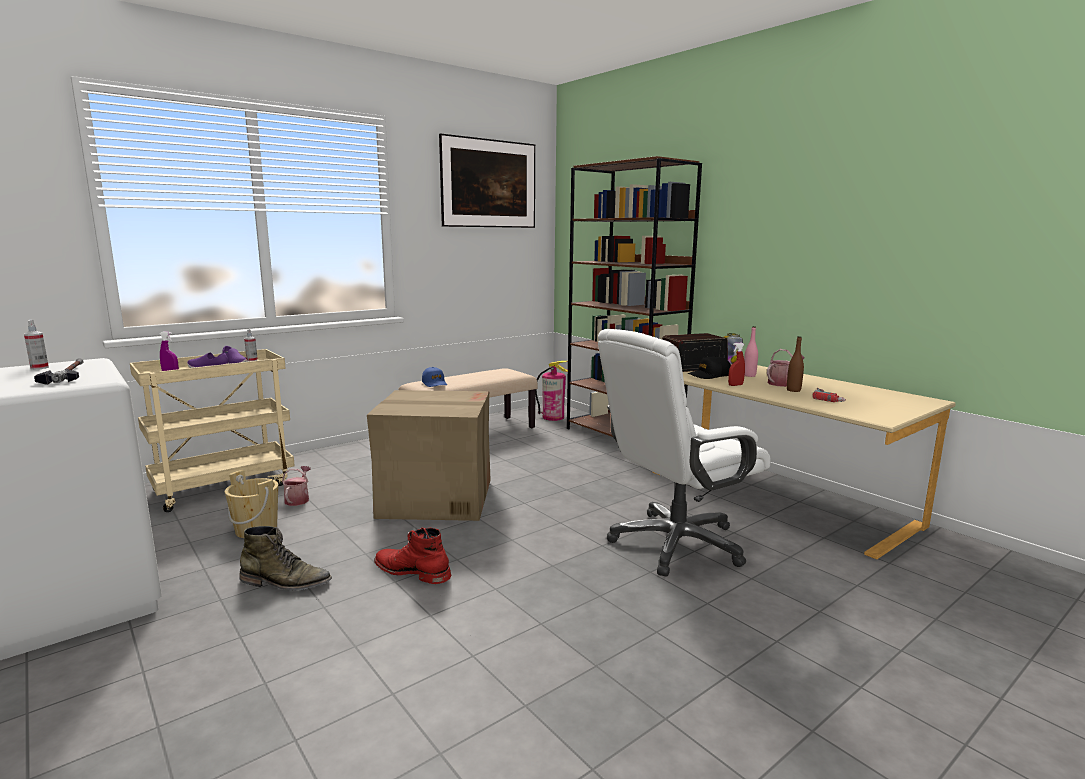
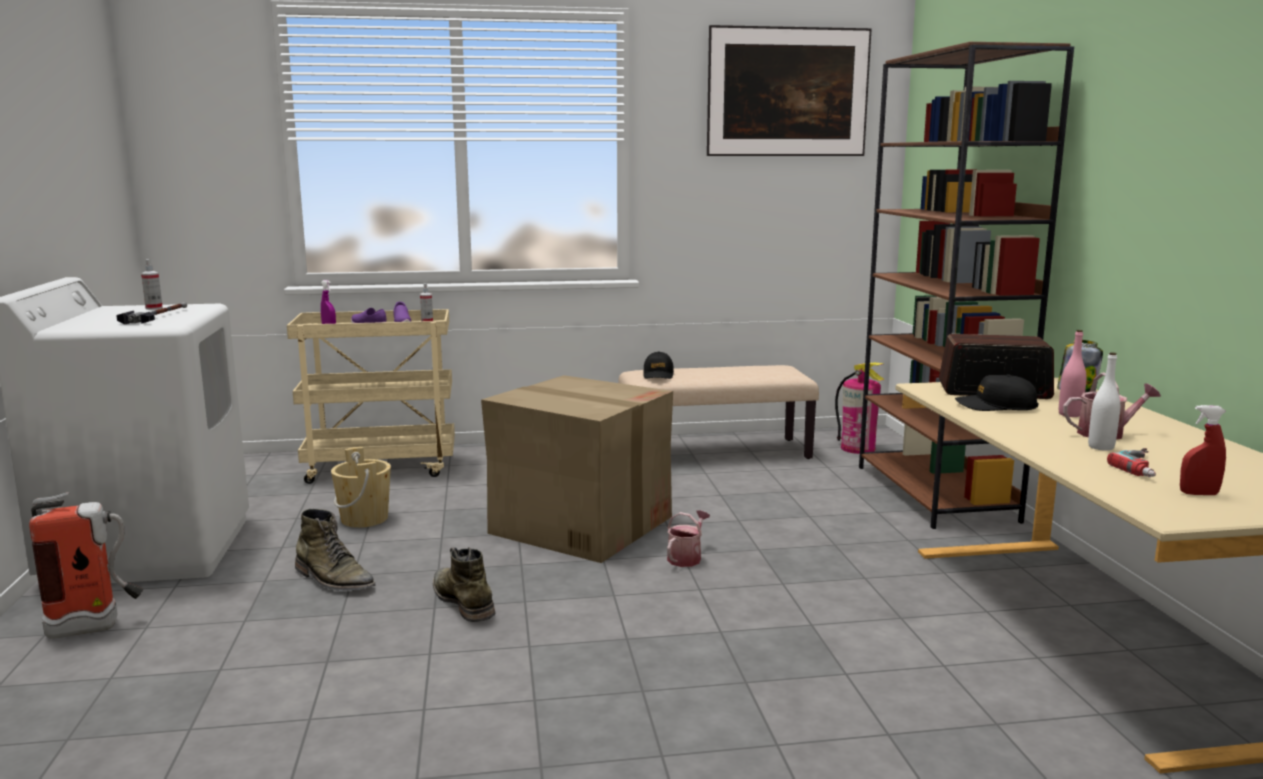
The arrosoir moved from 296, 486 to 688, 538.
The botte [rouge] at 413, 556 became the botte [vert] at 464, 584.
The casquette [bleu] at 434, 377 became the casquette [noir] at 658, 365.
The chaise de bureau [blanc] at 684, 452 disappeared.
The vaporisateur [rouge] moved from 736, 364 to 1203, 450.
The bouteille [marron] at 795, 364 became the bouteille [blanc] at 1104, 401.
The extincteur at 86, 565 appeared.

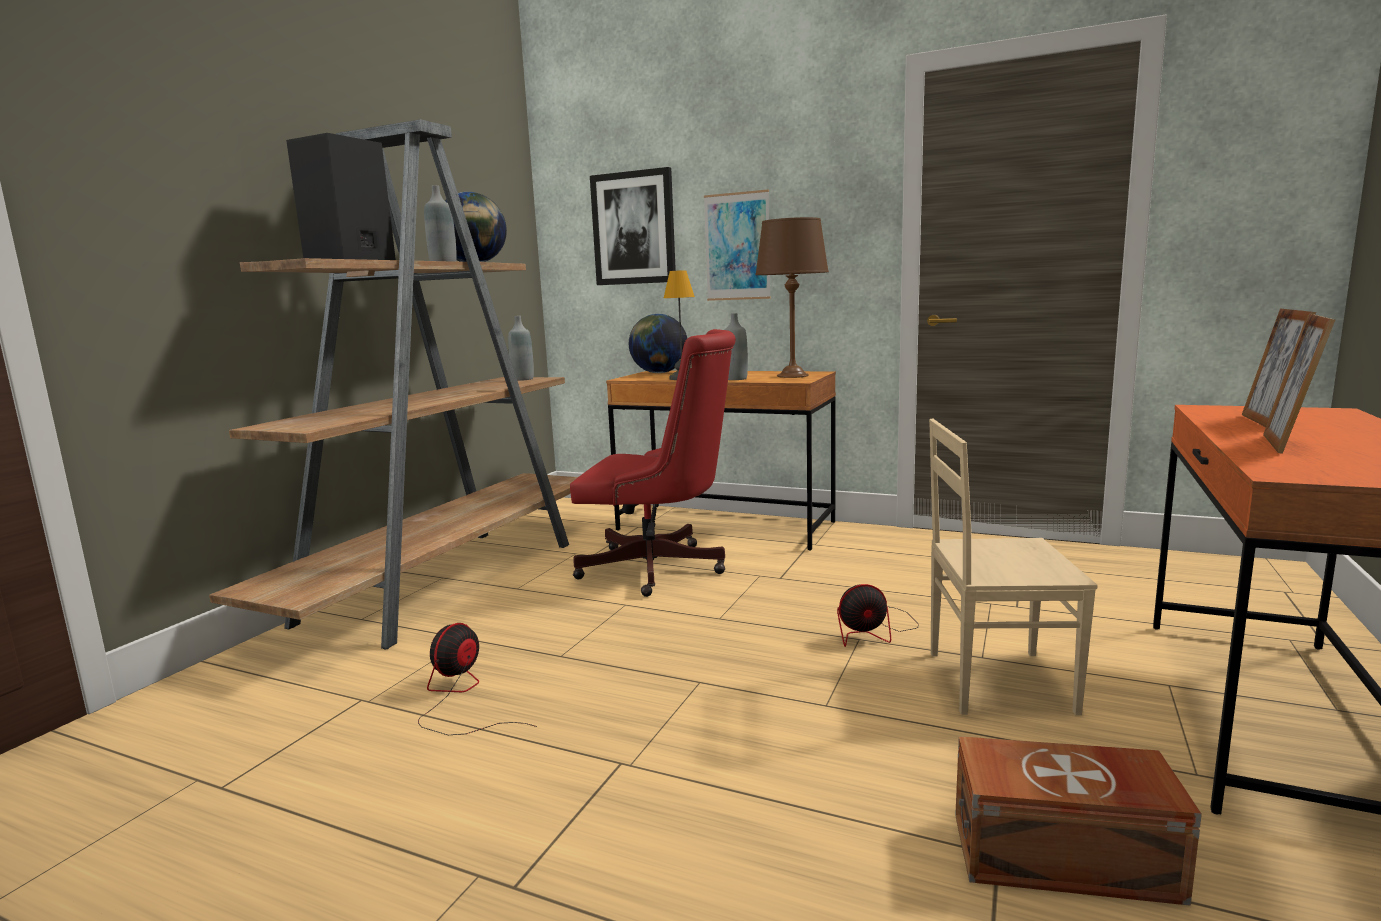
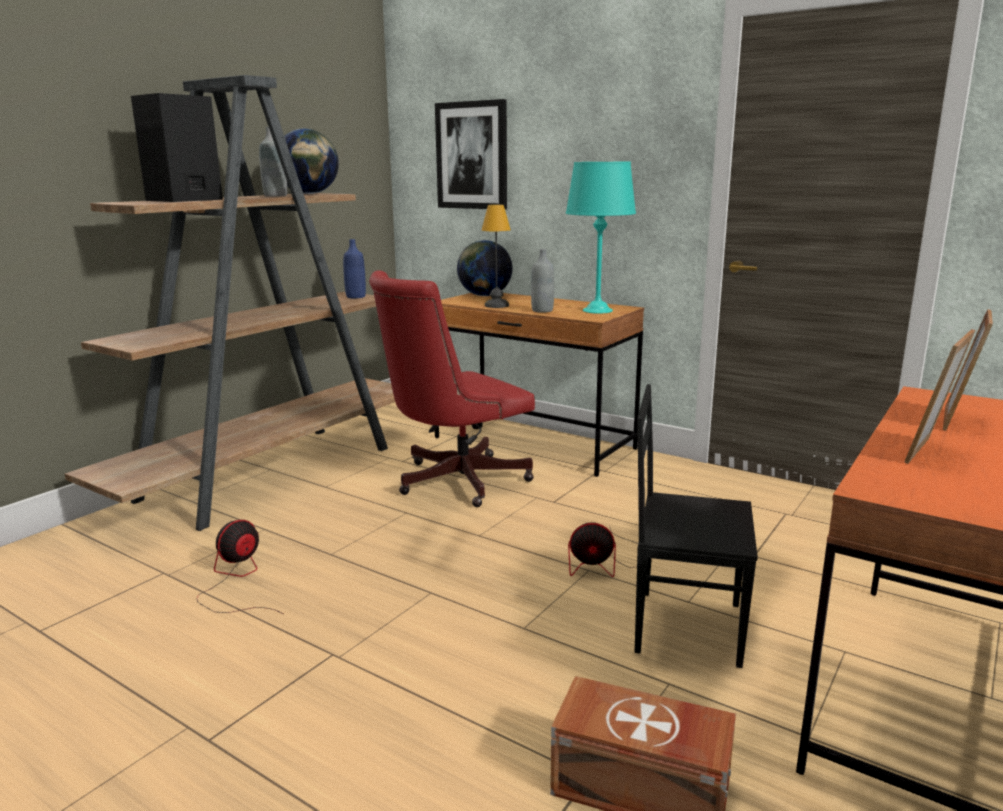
The bouteille [gris] at 521, 348 became the bouteille [bleu] at 354, 268.
The chaise de bureau [rouge] at 653, 463 turned 120 degrees clockwise.
The tableau at 737, 245 disappeared.
The lampe de table [marron] at 792, 297 became the lampe de table [turquoise] at 601, 238.
The chaise [beige] at 1013, 567 became the chaise [noir] at 696, 526.

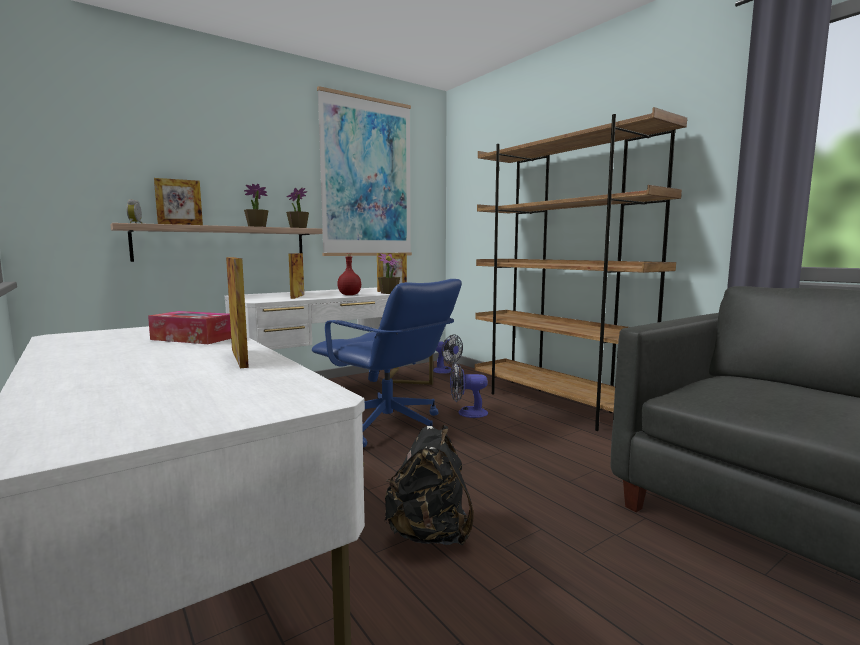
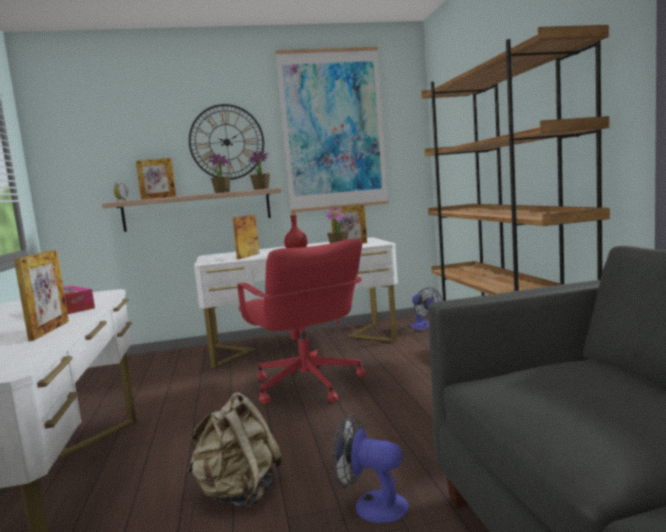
The chaise de bureau [bleu] at 387, 363 became the chaise de bureau [rouge] at 301, 321.
The sac à dos [noir] at 429, 485 became the sac à dos [beige] at 234, 450.
The ventilateur moved from 469, 390 to 370, 469.
The horloge murale at 226, 142 appeared.

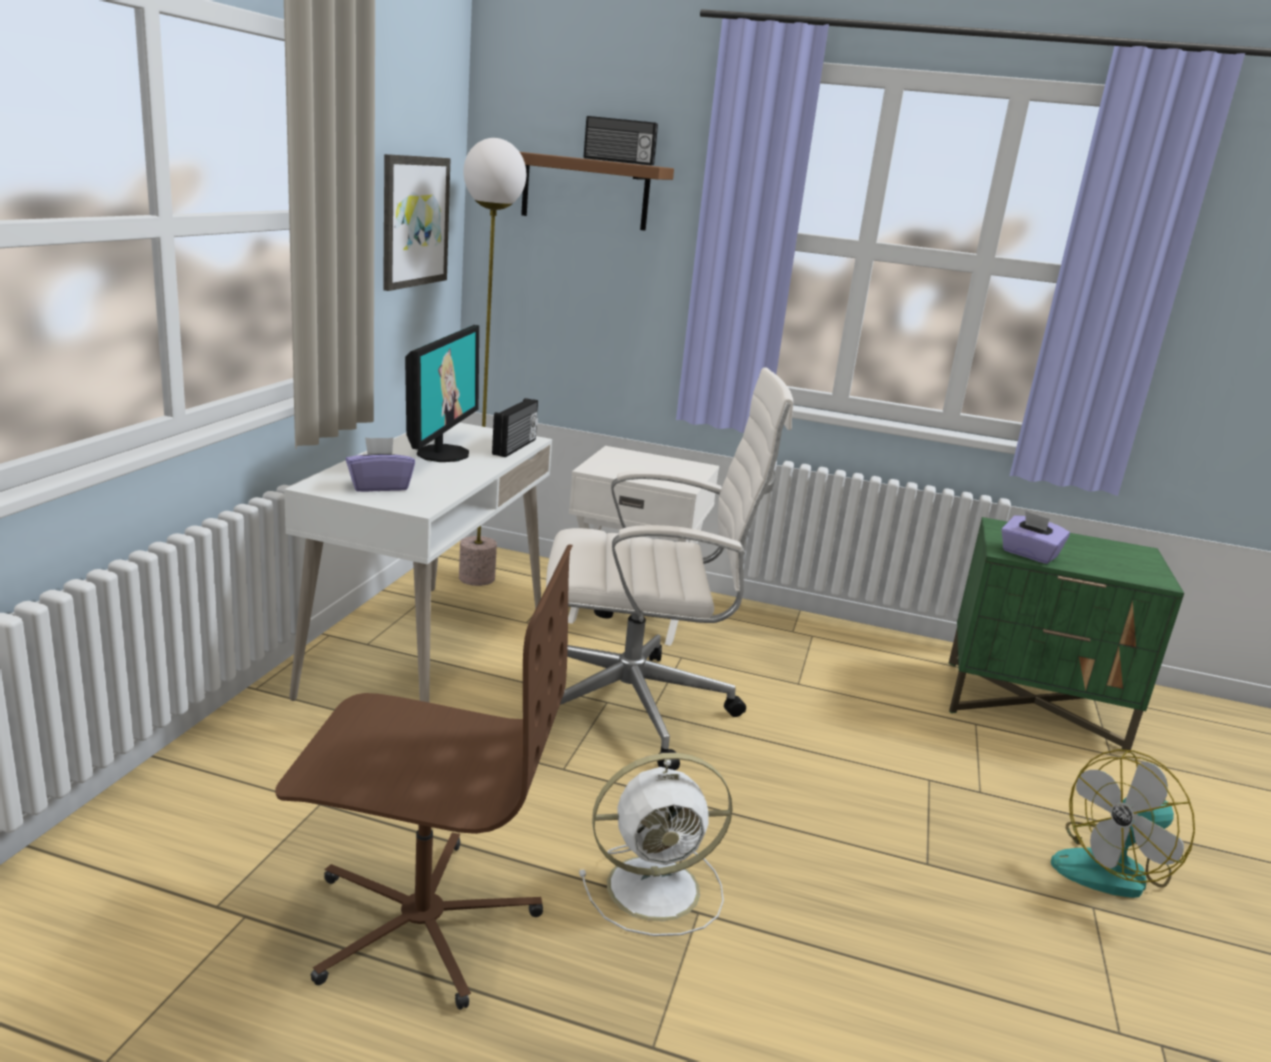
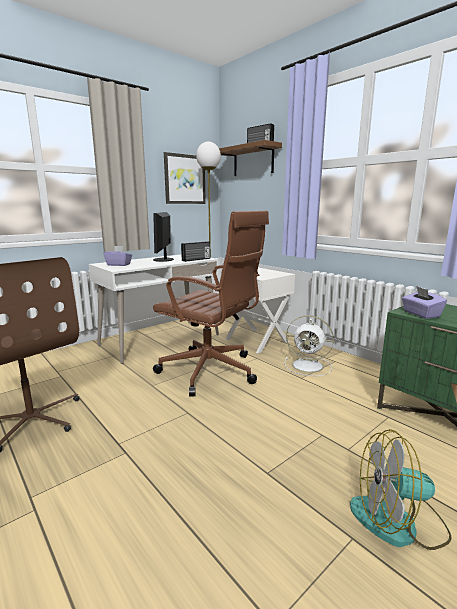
The écran d'ordinateur at 442, 393 turned 135 degrees clockwise.
The chaise de bureau [blanc] at 669, 568 became the chaise de bureau [marron] at 211, 304.
The ventilateur [blanc] moved from 656, 844 to 309, 345.

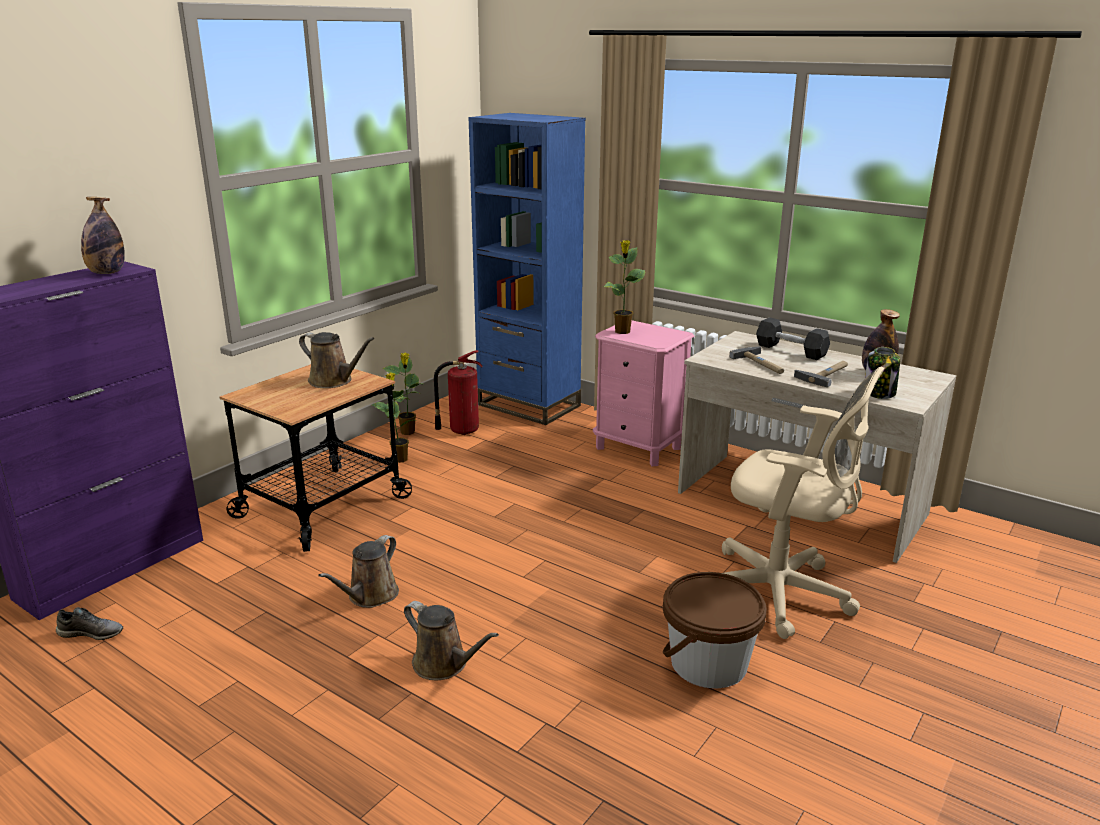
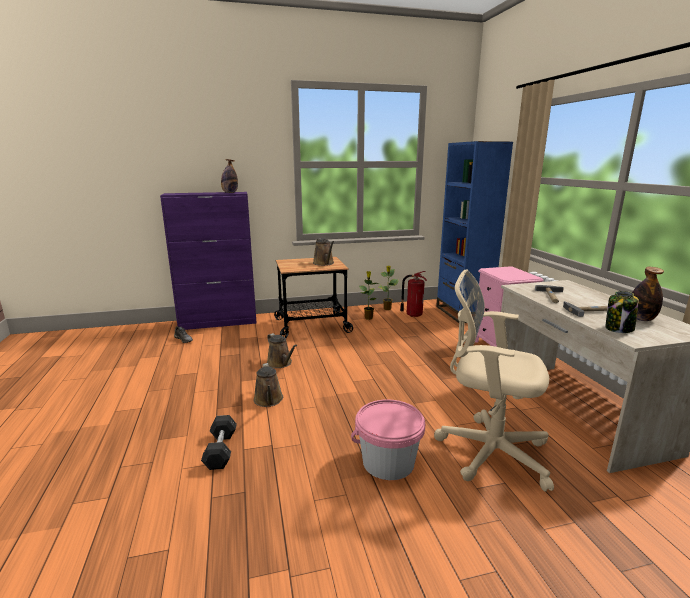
The arrosoir [marron] at 358, 571 turned 105 degrees counterclockwise.
The plante en pot at 624, 287 disappeared.
The seau [marron] at 715, 630 became the seau [rose] at 388, 439.
The chaise de bureau [beige] at 803, 502 turned 135 degrees clockwise.
The haltère [gris] moved from 793, 338 to 219, 442.

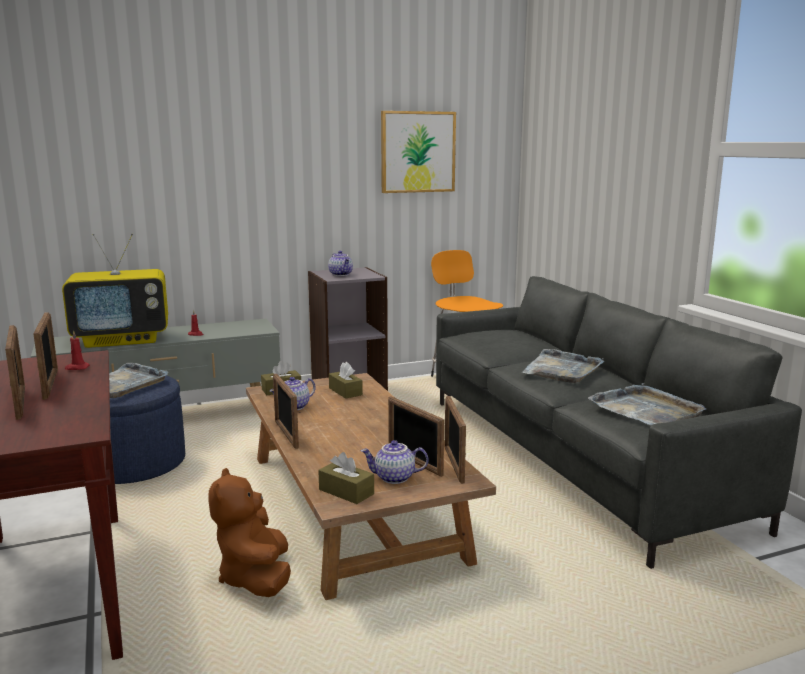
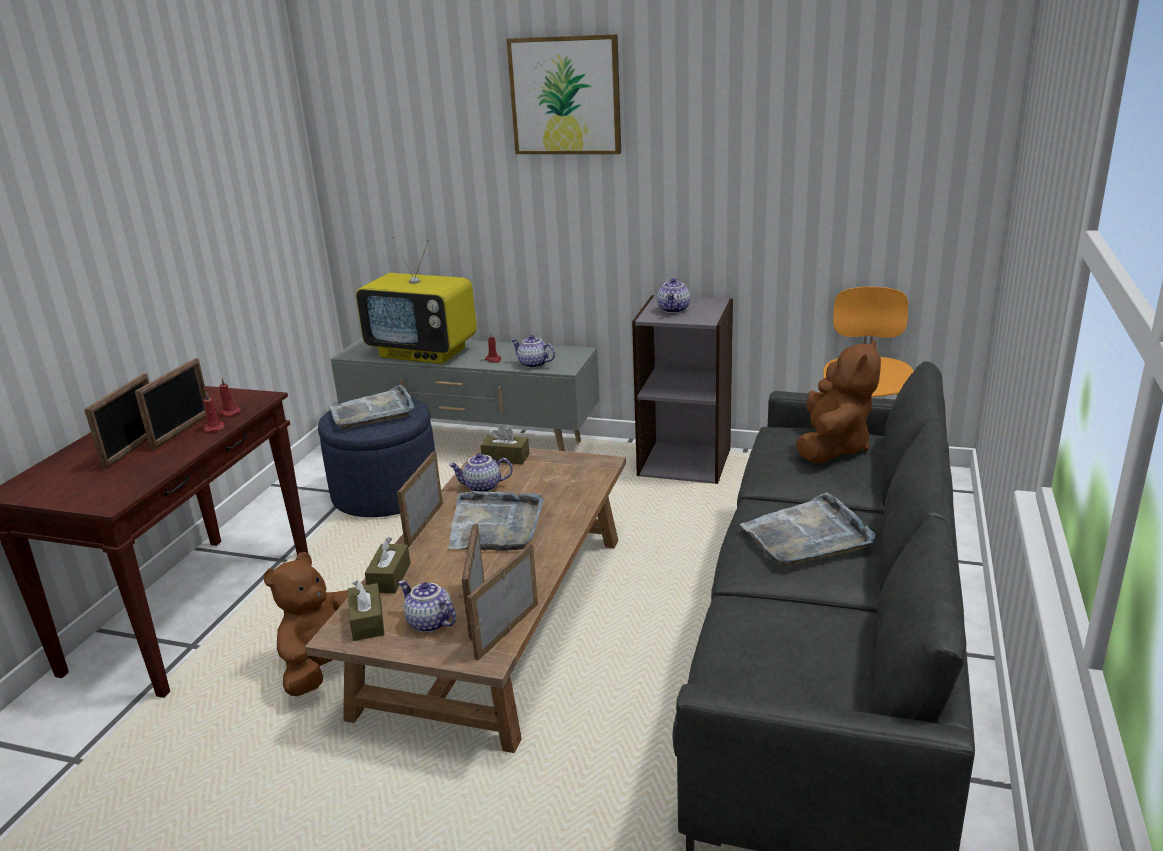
The boîte à mouchoirs [marron] moved from 346, 380 to 388, 565.
The tableau moved from 418, 152 to 564, 94.
The plateau [gris] moved from 647, 404 to 496, 521.
The bougie [rouge] at 214, 412 appeared.
The théière at 533, 351 appeared.
The peluche [marron] at 838, 401 appeared.

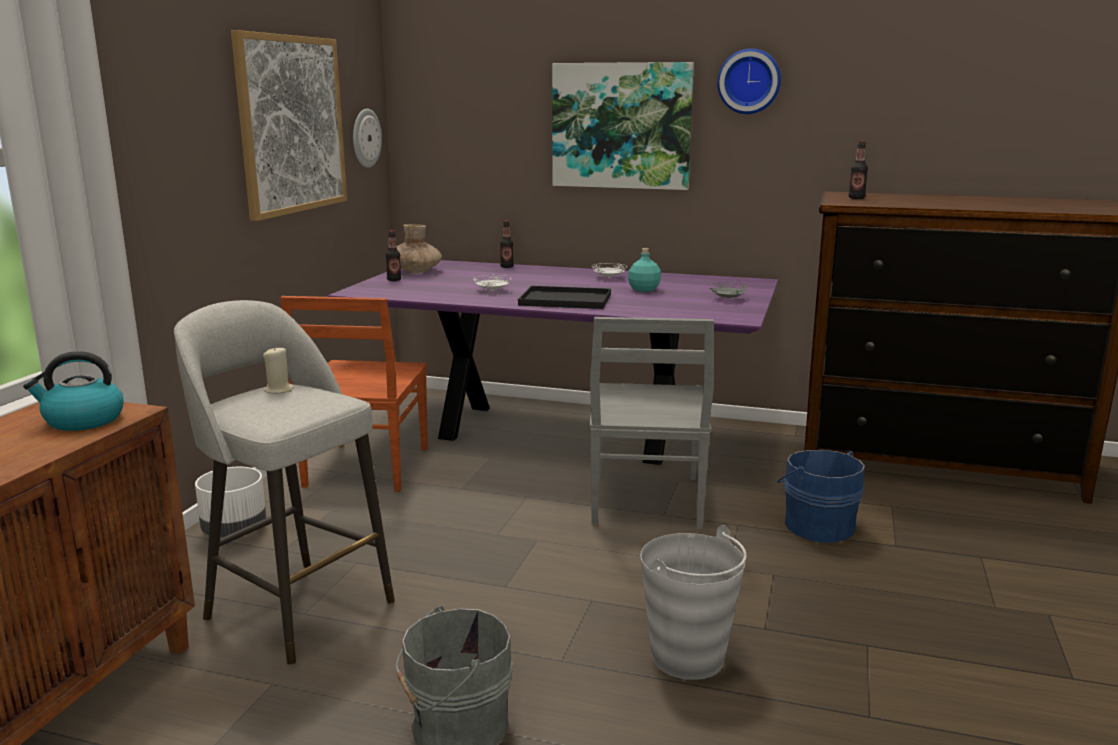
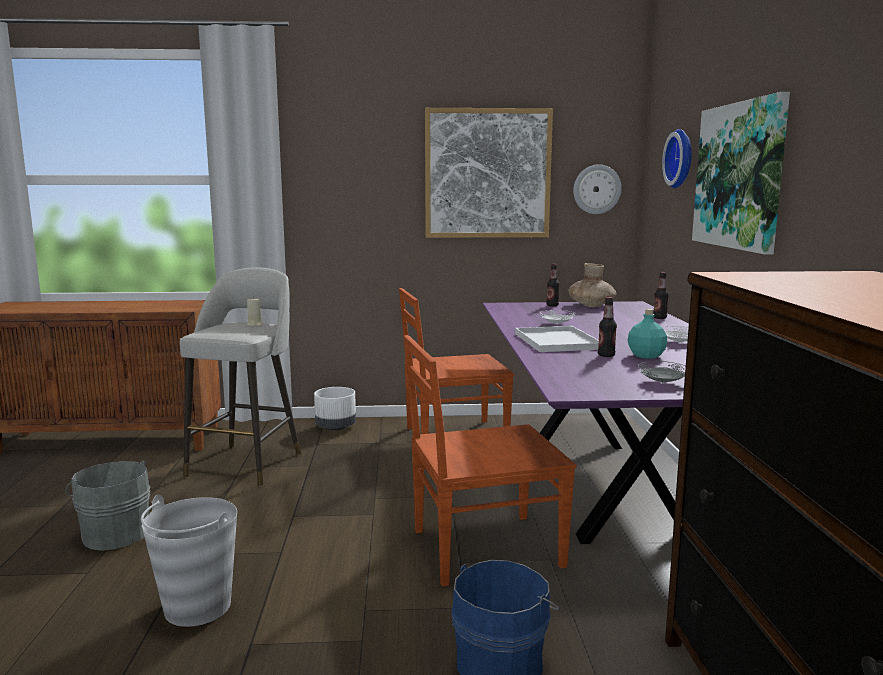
The bouilloire at 73, 391 disappeared.
The plateau [noir] at 564, 297 became the plateau [blanc] at 557, 339.
The chaise [gris] at 651, 423 became the chaise [marron] at 490, 460.
The horloge murale moved from 749, 81 to 677, 158.
The bouteille moved from 858, 170 to 607, 327.

